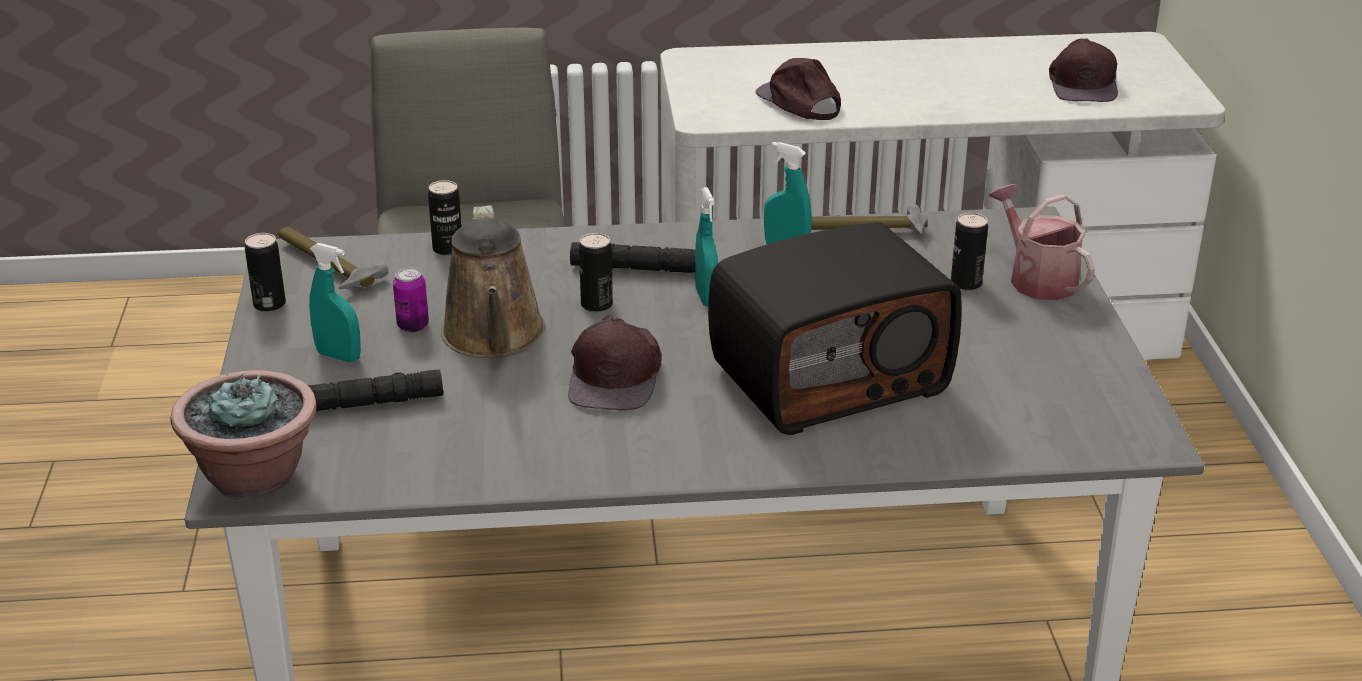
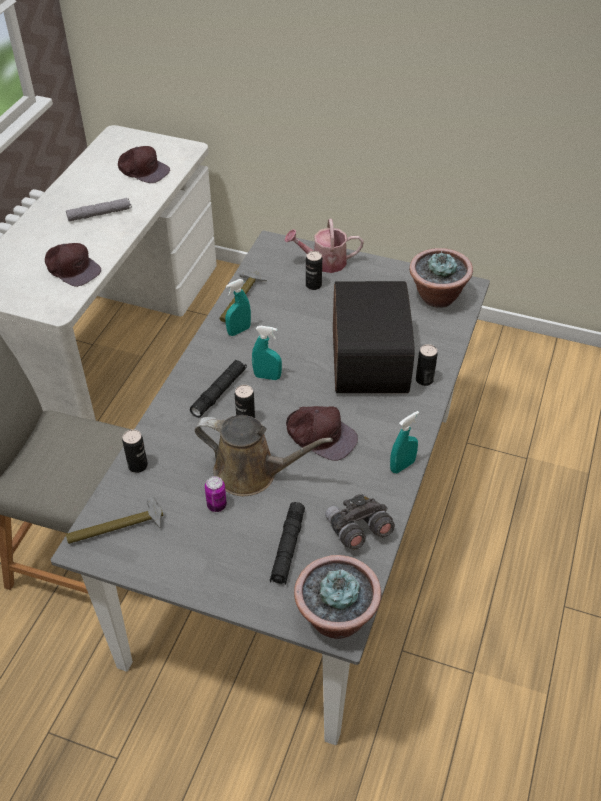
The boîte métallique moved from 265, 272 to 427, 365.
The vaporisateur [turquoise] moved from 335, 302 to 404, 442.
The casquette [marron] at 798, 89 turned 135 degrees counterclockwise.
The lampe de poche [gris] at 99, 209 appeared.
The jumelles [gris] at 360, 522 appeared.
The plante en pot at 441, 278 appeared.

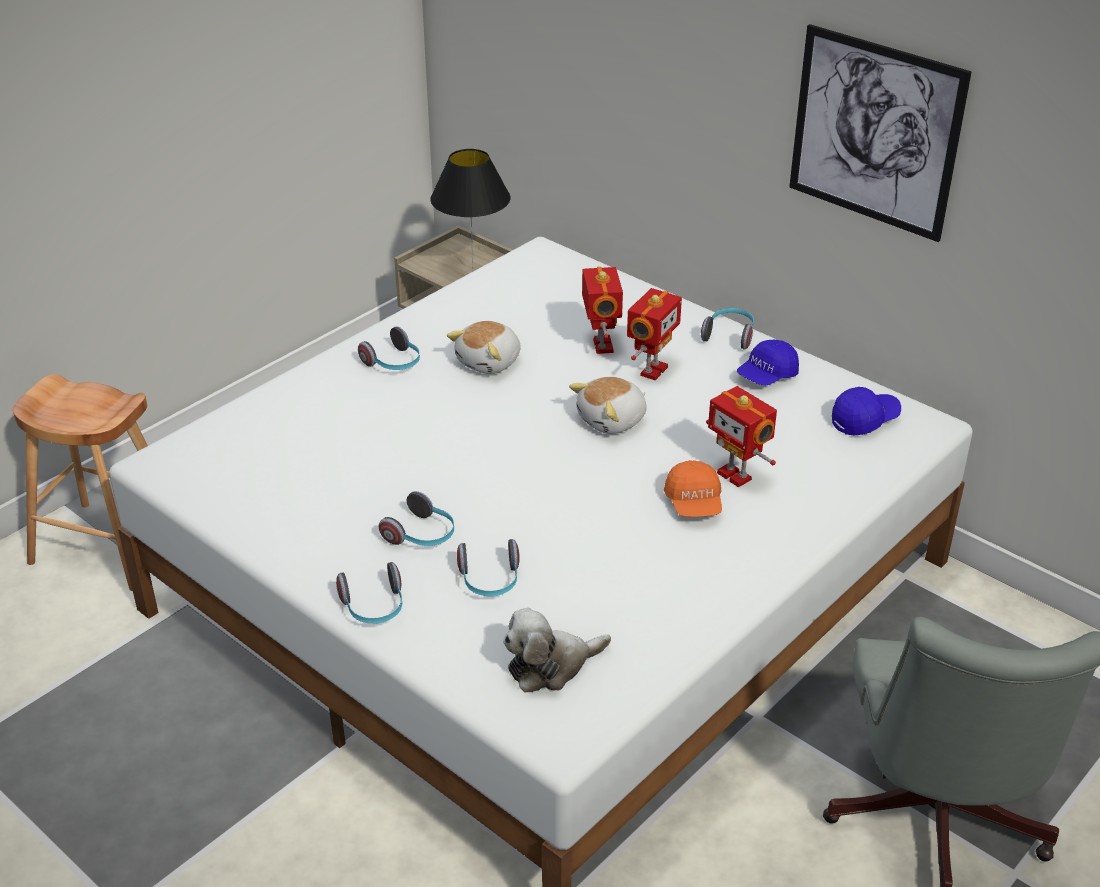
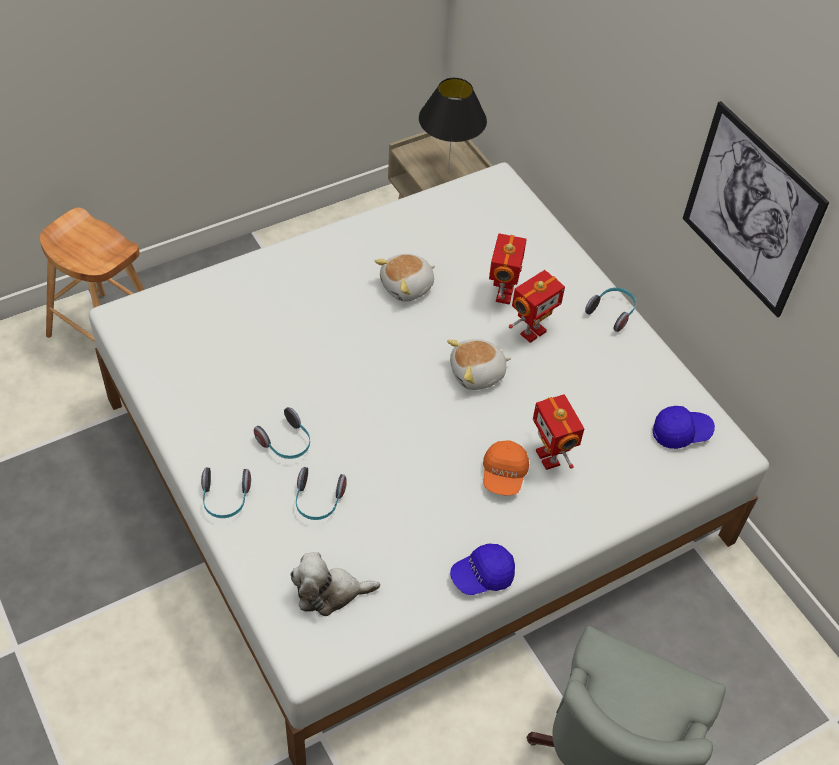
The casque audio at 389, 348 disappeared.
The casquette [bleu] moved from 768, 363 to 482, 569.

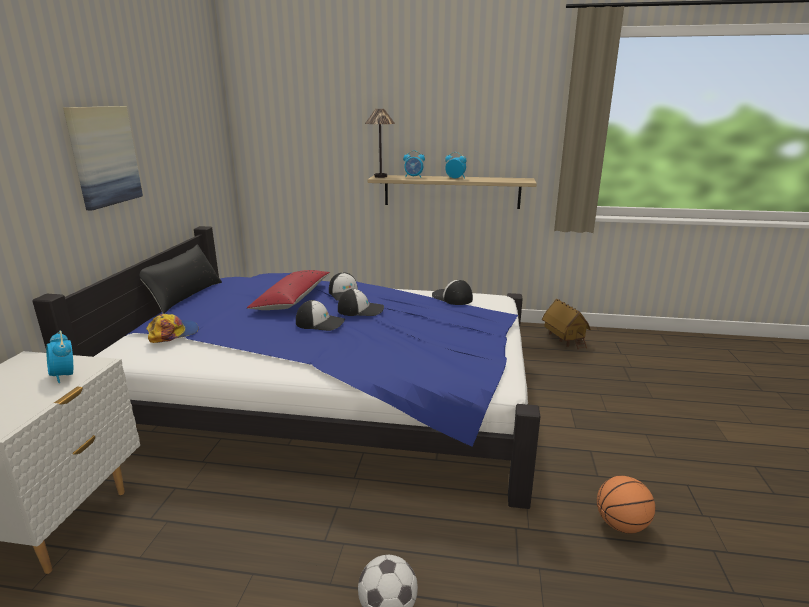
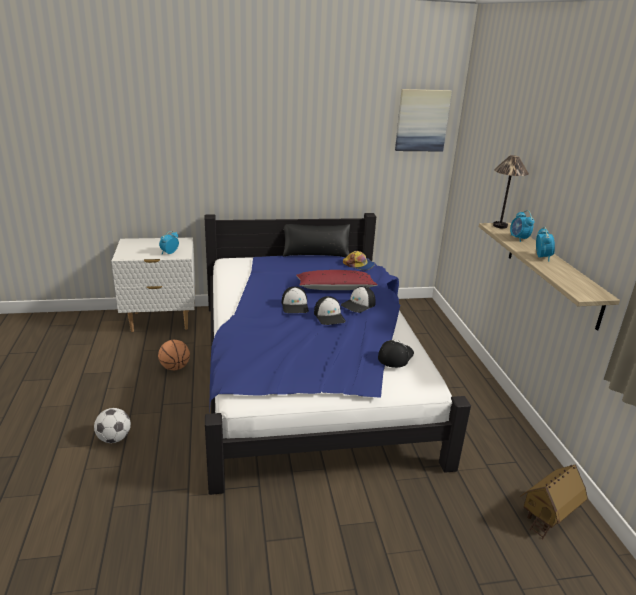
The tableau moved from 103, 158 to 423, 120.
The casquette moved from 172, 328 to 359, 260.
The ballon de basket moved from 626, 505 to 174, 355.

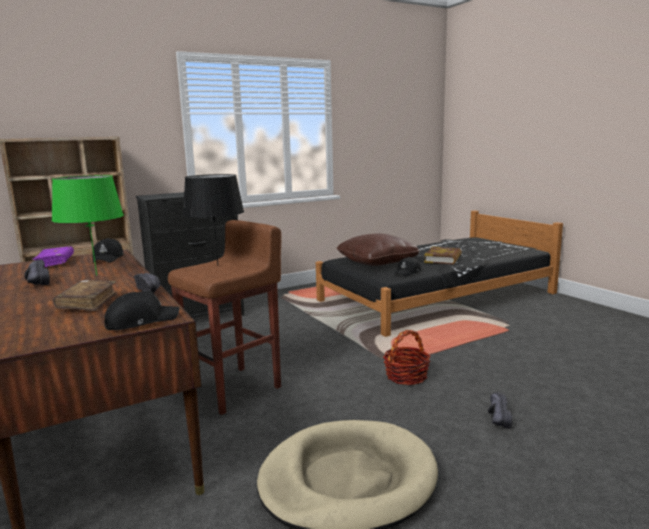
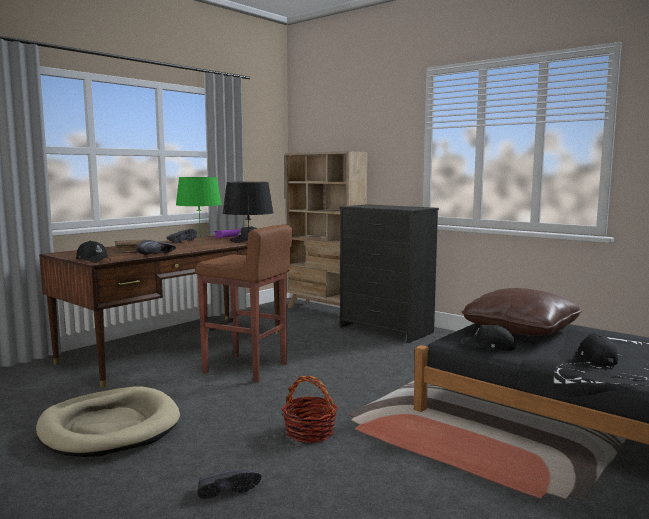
The livre at 443, 255 was replaced by the casquette [noir] at 598, 349.

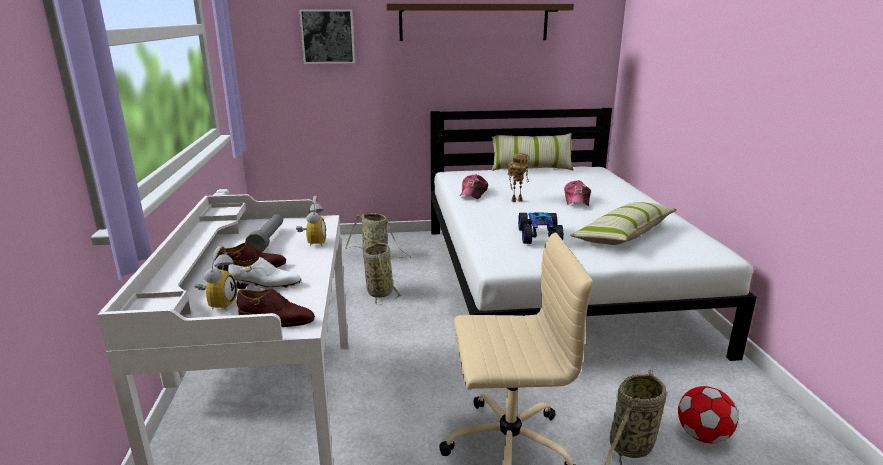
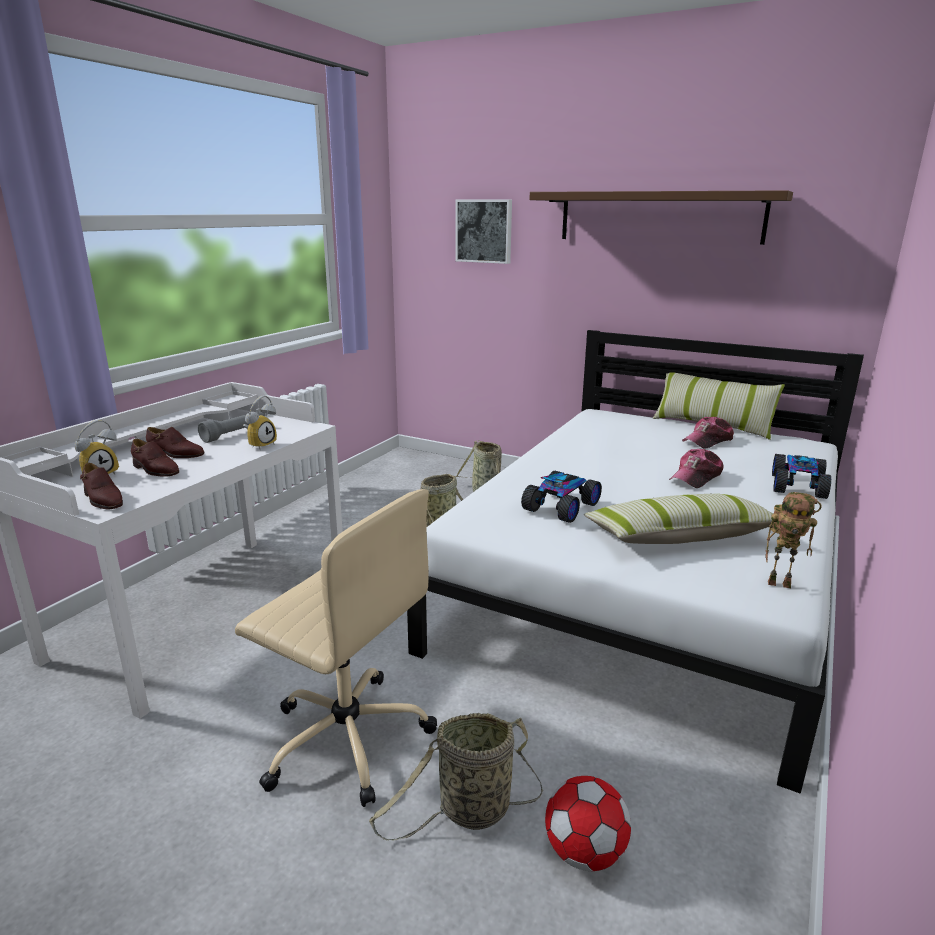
The chaussure [blanc] at 264, 273 became the chaussure [marron] at 155, 458.
The casquette moved from 473, 186 to 708, 432.
The robot jouet moved from 518, 177 to 794, 540.
The petite voiture at 801, 476 appeared.

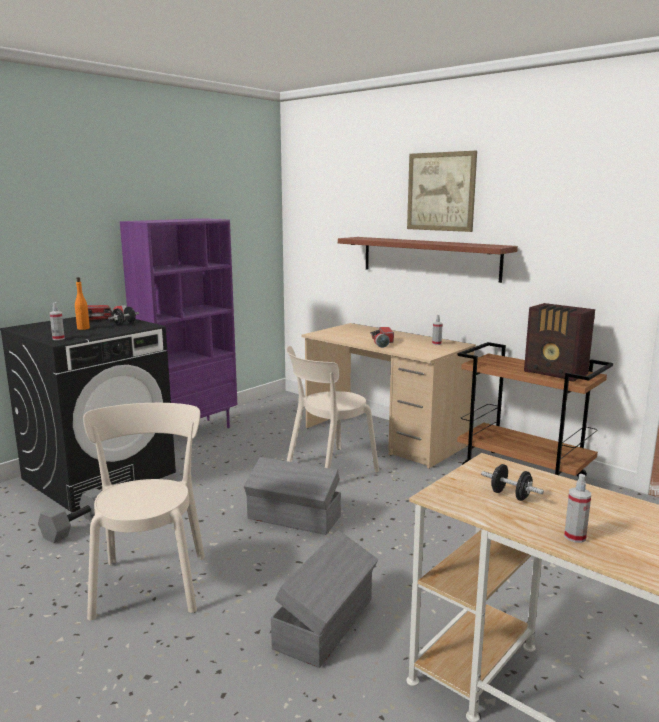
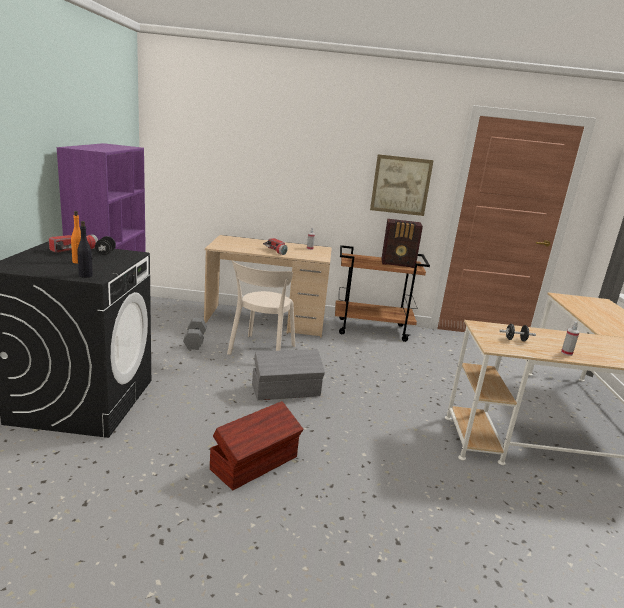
The haltère [gris] moved from 70, 515 to 195, 334.
The vaporisateur at 57, 321 was replaced by the bouteille [noir] at 85, 249.
The chaise [beige] at 144, 511 was replaced by the boîte de rangement [marron] at 256, 445.
The boîte de rangement [gris] at 324, 599 disappeared.
The étagère at 428, 260 disappeared.
The tableau moved from 442, 191 to 402, 185.

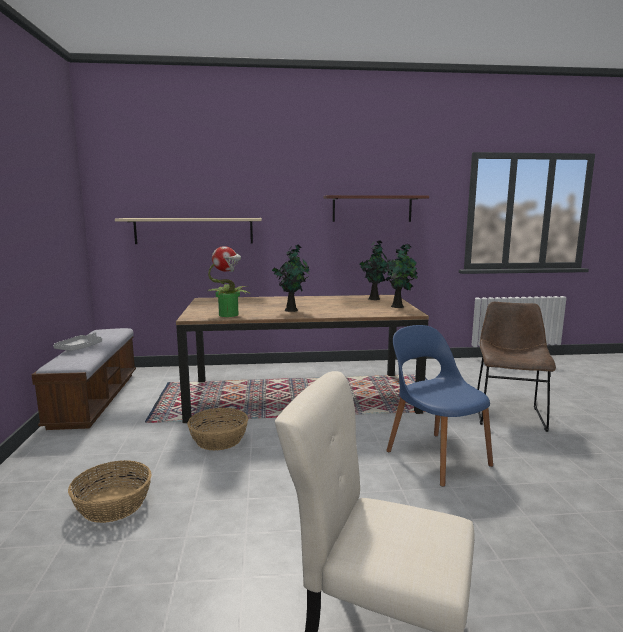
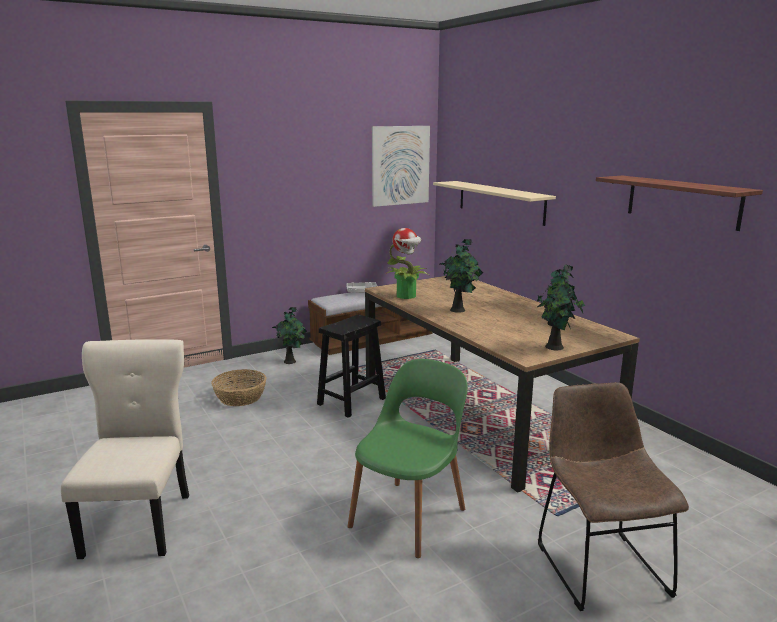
The panier at 217, 429 was replaced by the tabouret [noir] at 351, 366.
The plante en pot moved from 375, 270 to 289, 335.
The chaise [bleu] at 439, 406 became the chaise [vert] at 407, 458.
The chaise [marron] at 516, 367 turned 90 degrees counterclockwise.
The tableau at 401, 166 appeared.

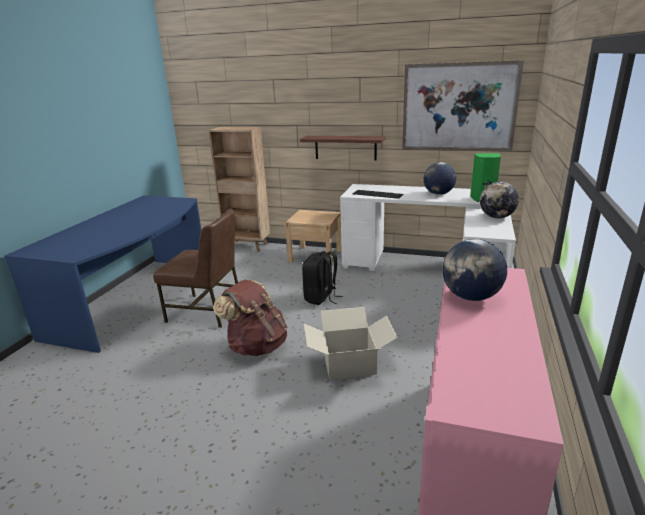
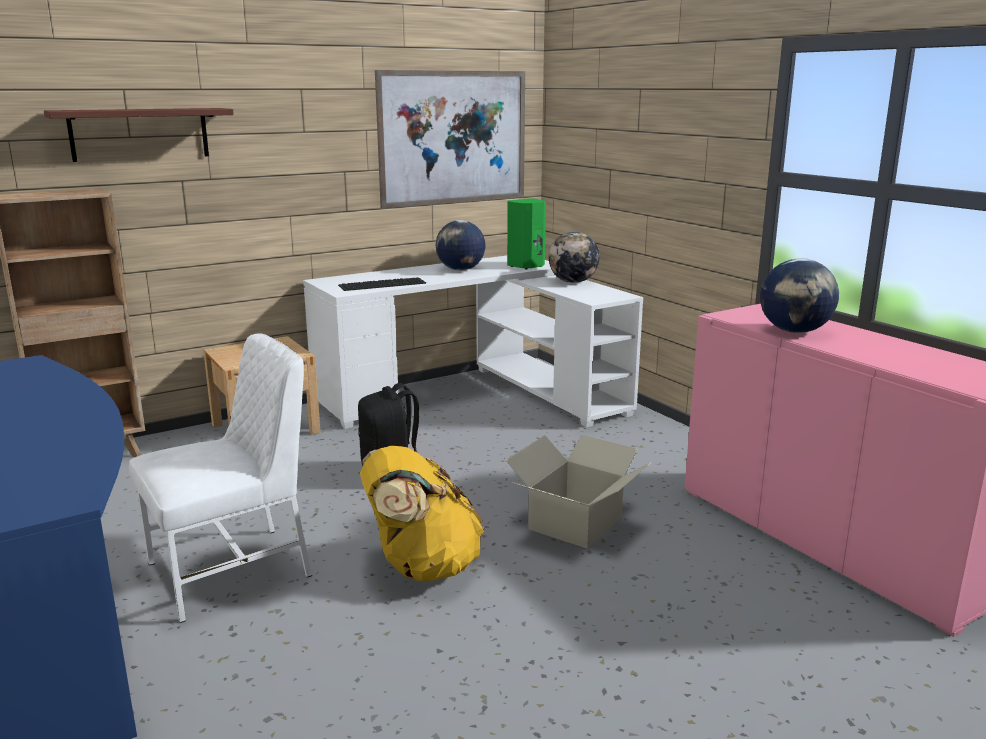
The chaise [marron] at 195, 268 became the chaise [blanc] at 220, 478.
The sac à dos [marron] at 250, 318 became the sac à dos [jaune] at 422, 514.
The étagère moved from 343, 148 to 139, 135.

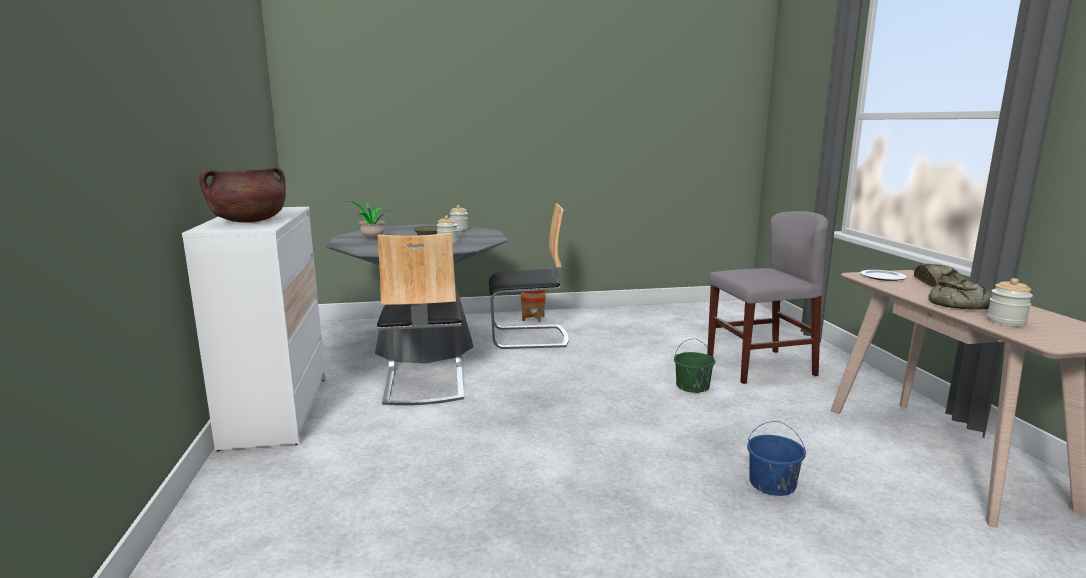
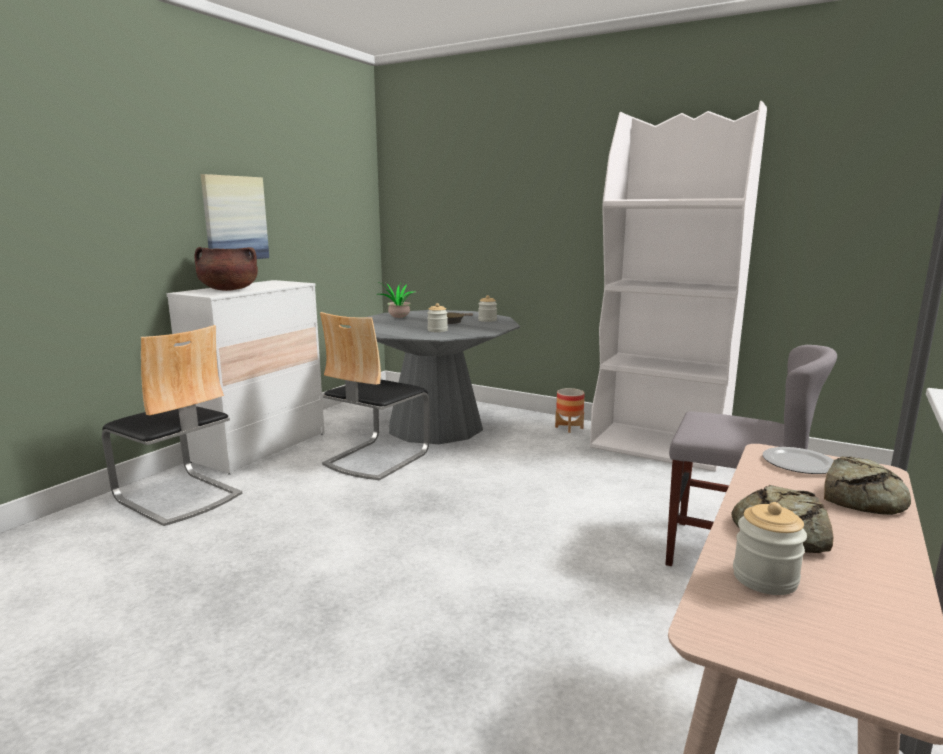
The chaise moved from 528, 276 to 172, 425.
The seau [vert] at 694, 366 disappeared.
The seau [bleu] at 776, 458 disappeared.
The tableau at 235, 216 appeared.
The bibliothèque [blanc] at 678, 286 appeared.

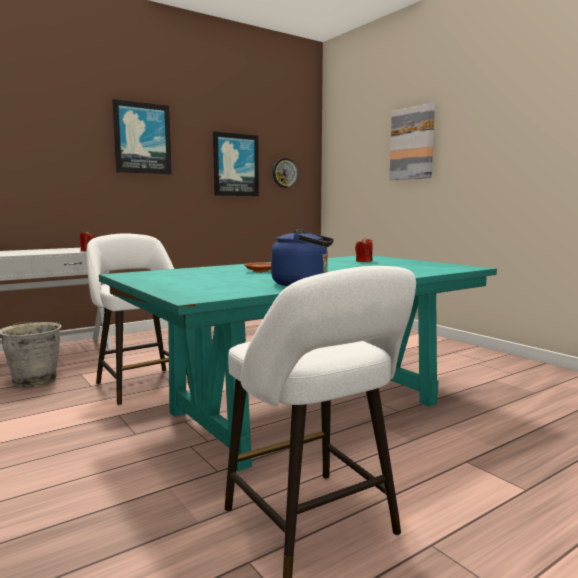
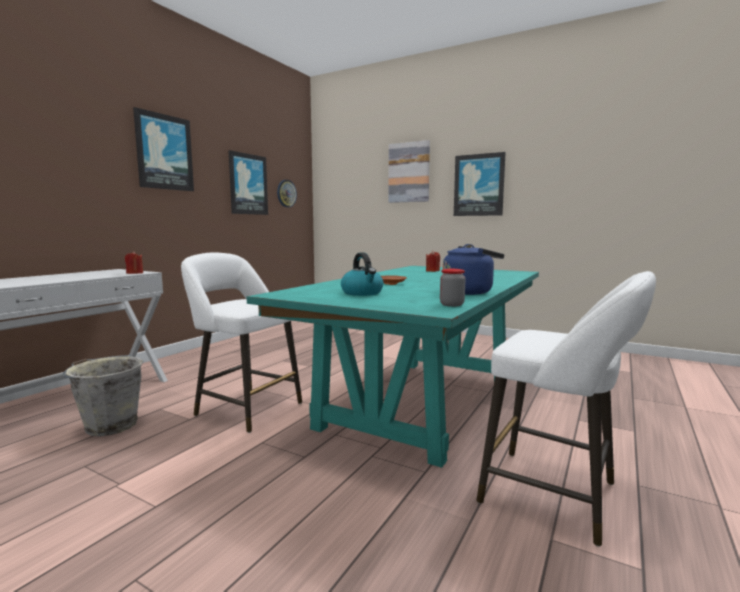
The bouilloire at 362, 274 appeared.
The bocal at 453, 288 appeared.
The tableau at 480, 184 appeared.

